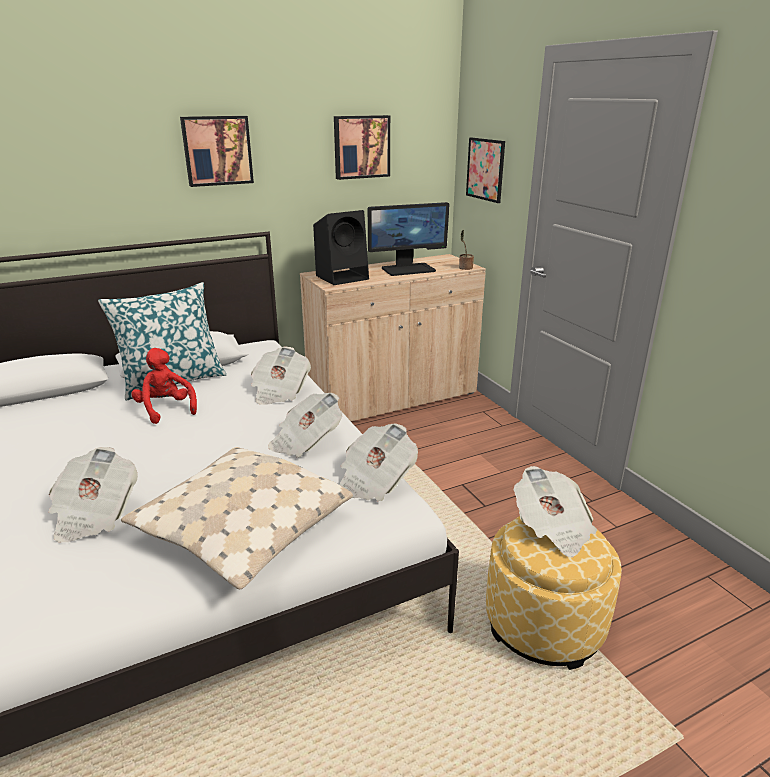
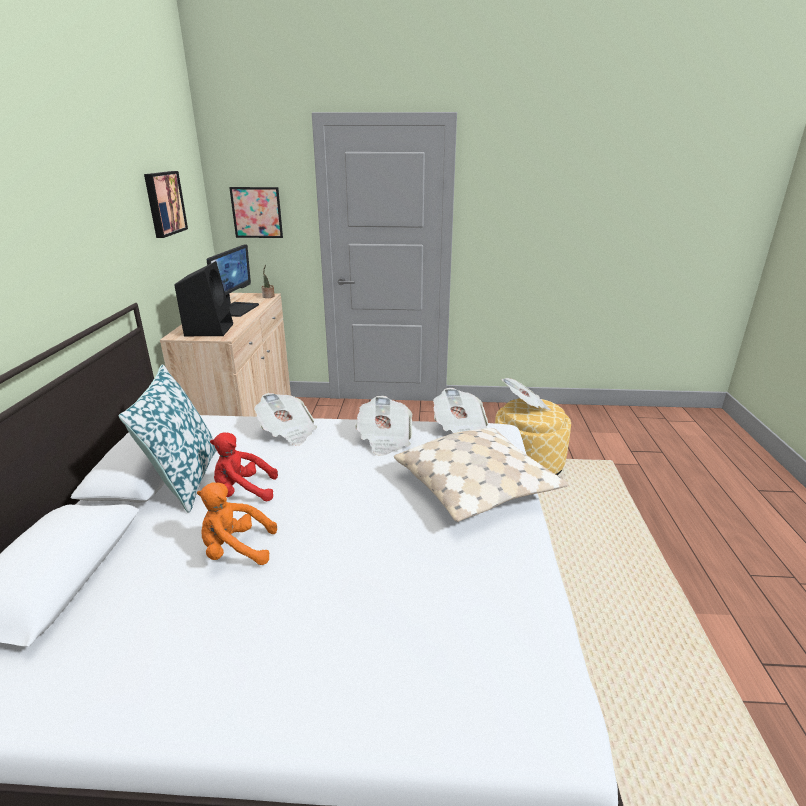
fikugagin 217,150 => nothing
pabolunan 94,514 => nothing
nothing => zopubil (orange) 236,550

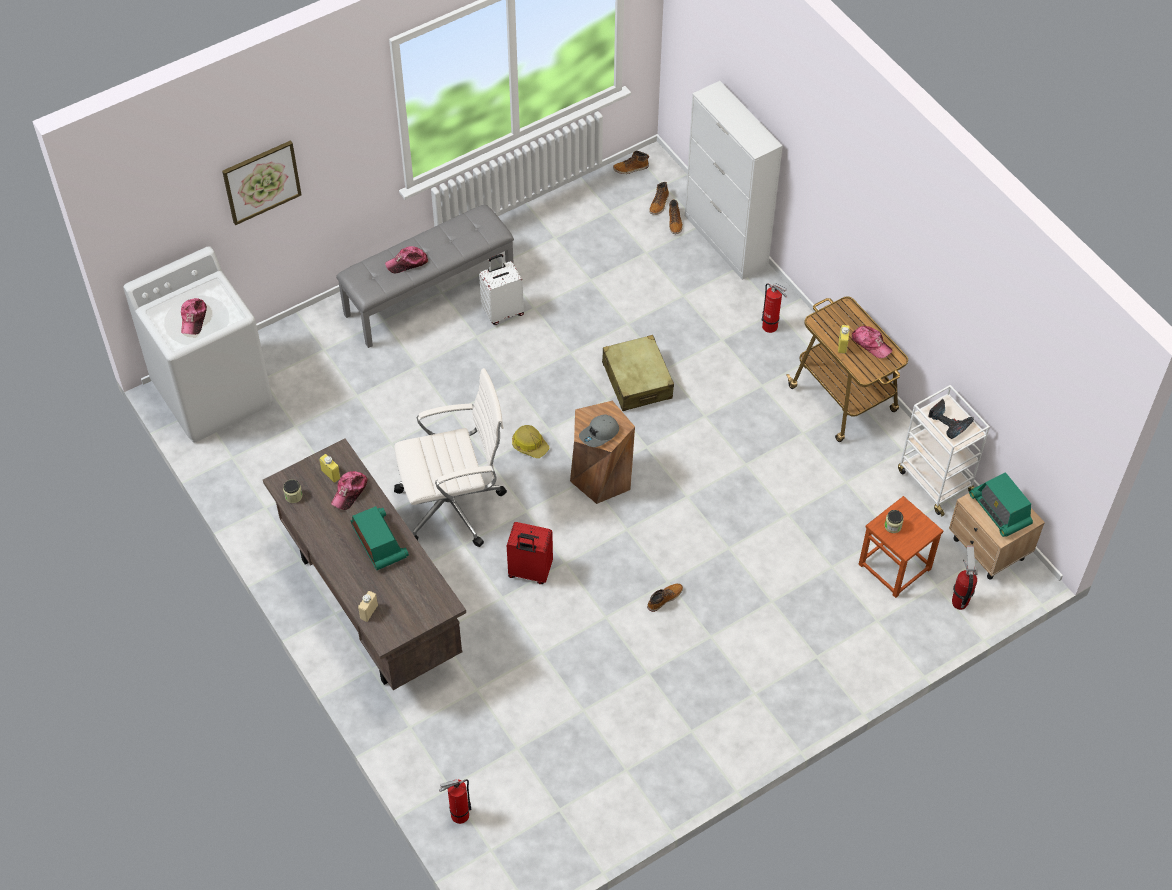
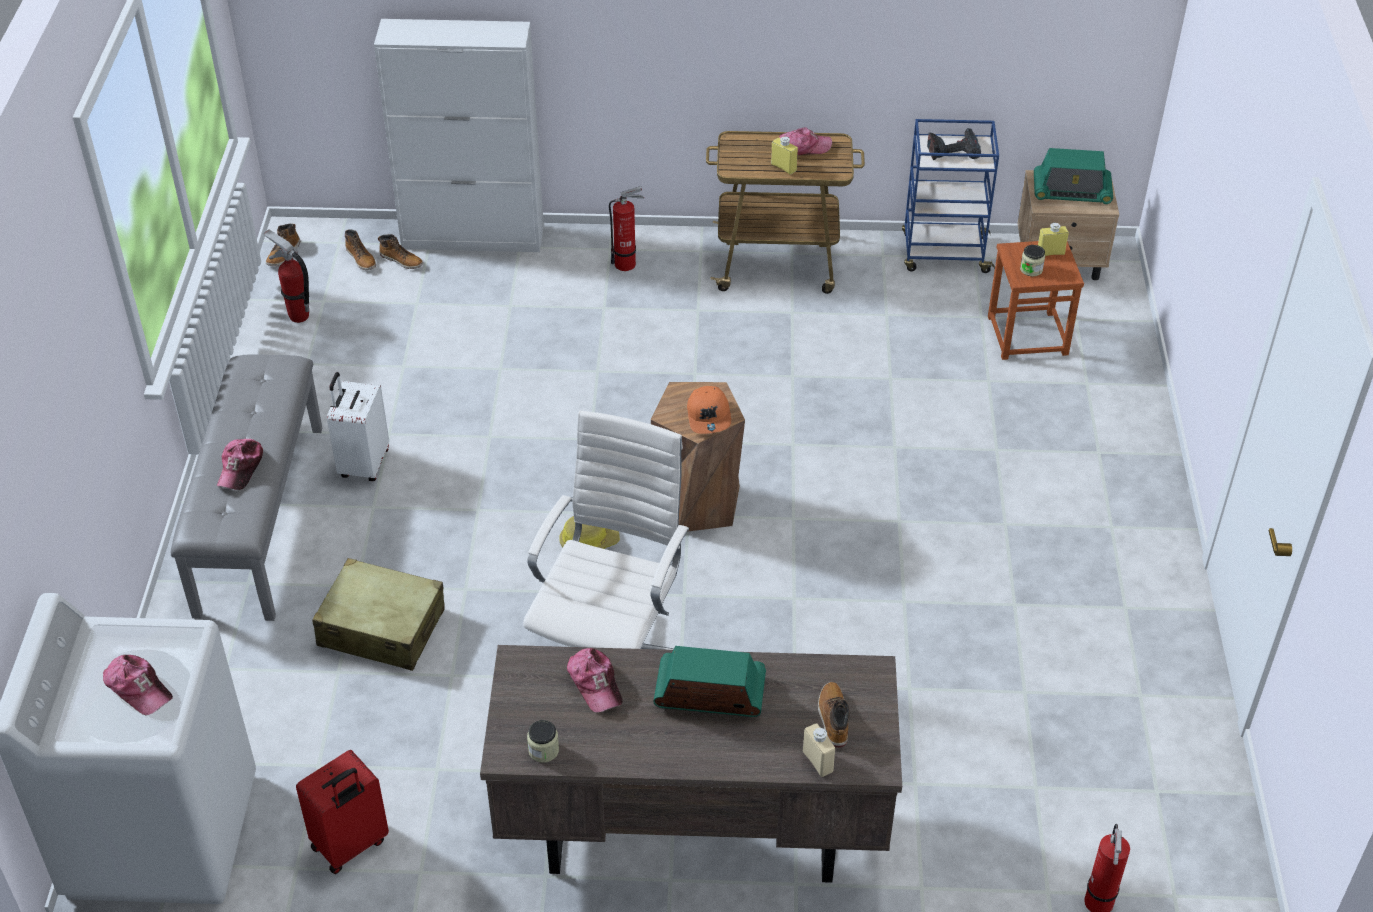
fikugagin 261,181 => nothing
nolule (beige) 637,380 => nolule (beige) 381,628, shifted
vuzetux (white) 935,481 => vuzetux (blue) 943,254
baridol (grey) 599,434 => baridol (orange) 709,416
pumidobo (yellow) 331,474 => pumidobo (yellow) 1050,253, shifted
nolule (red) 529,572 => nolule (red) 350,845, shifted
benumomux 959,602 => benumomux 298,316, shifted
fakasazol 664,598 => fakasazol 833,719, shifted

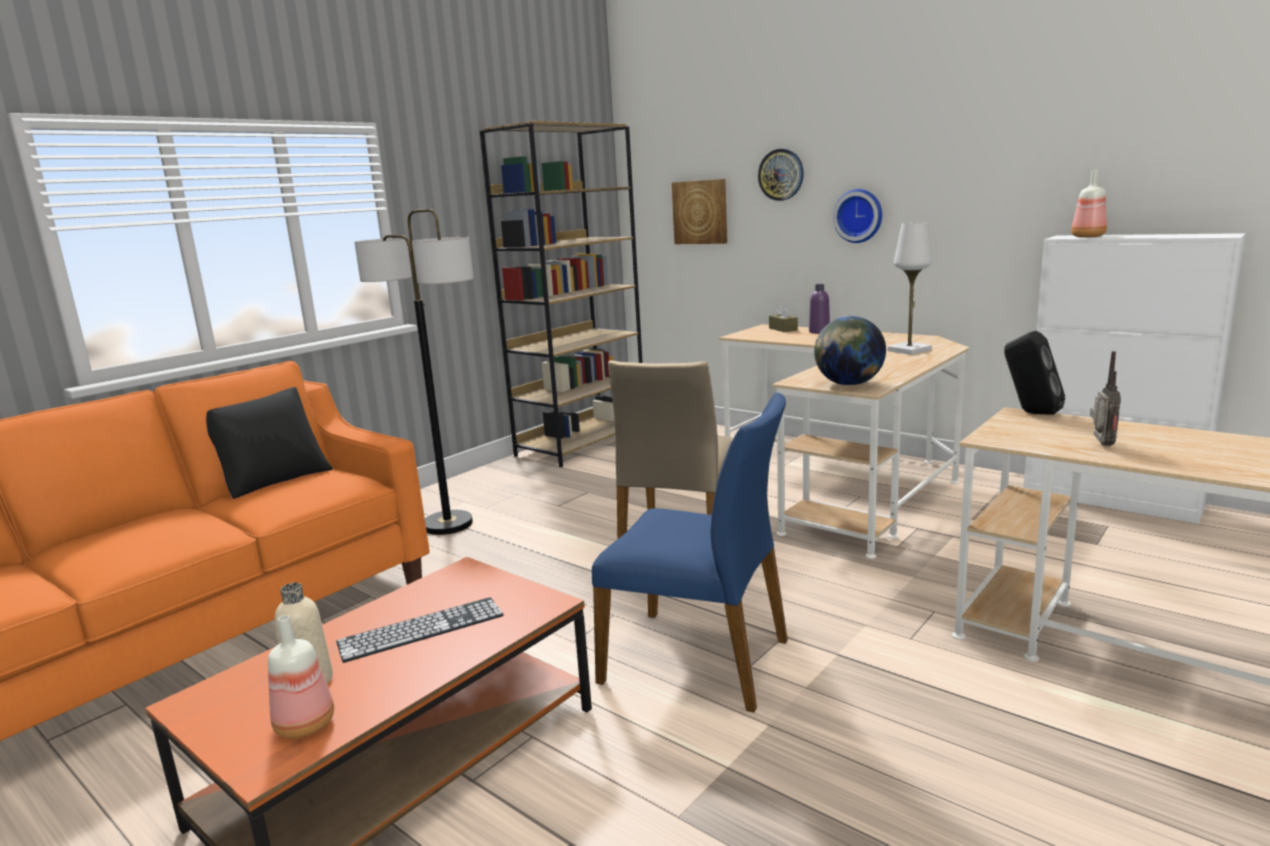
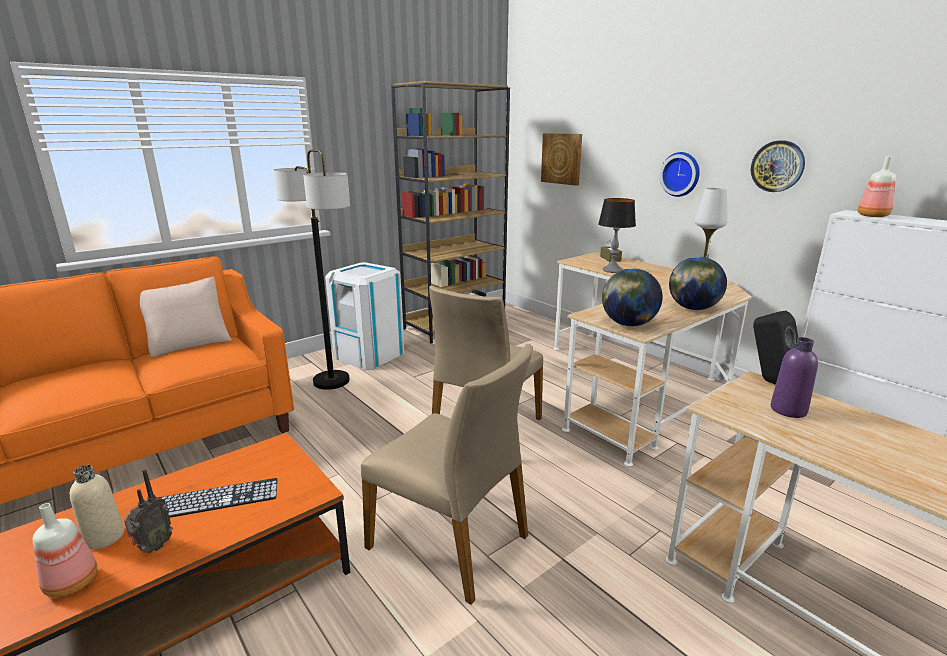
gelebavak 781,174 => gelebavak 777,166, shifted
pumidobo (purple) 819,332 => pumidobo (purple) 788,410, shifted
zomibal 1101,445 => zomibal 153,547, shifted
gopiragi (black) 273,478 => gopiragi (beige) 189,342
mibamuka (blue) 698,659 => mibamuka (beige) 450,541
nothing => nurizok 612,270
nothing => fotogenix 693,308
nothing => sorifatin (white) 369,354

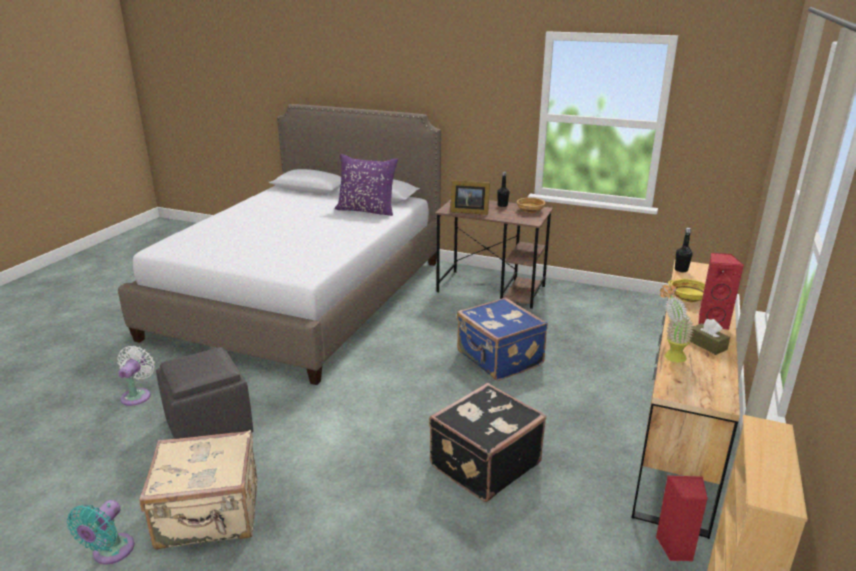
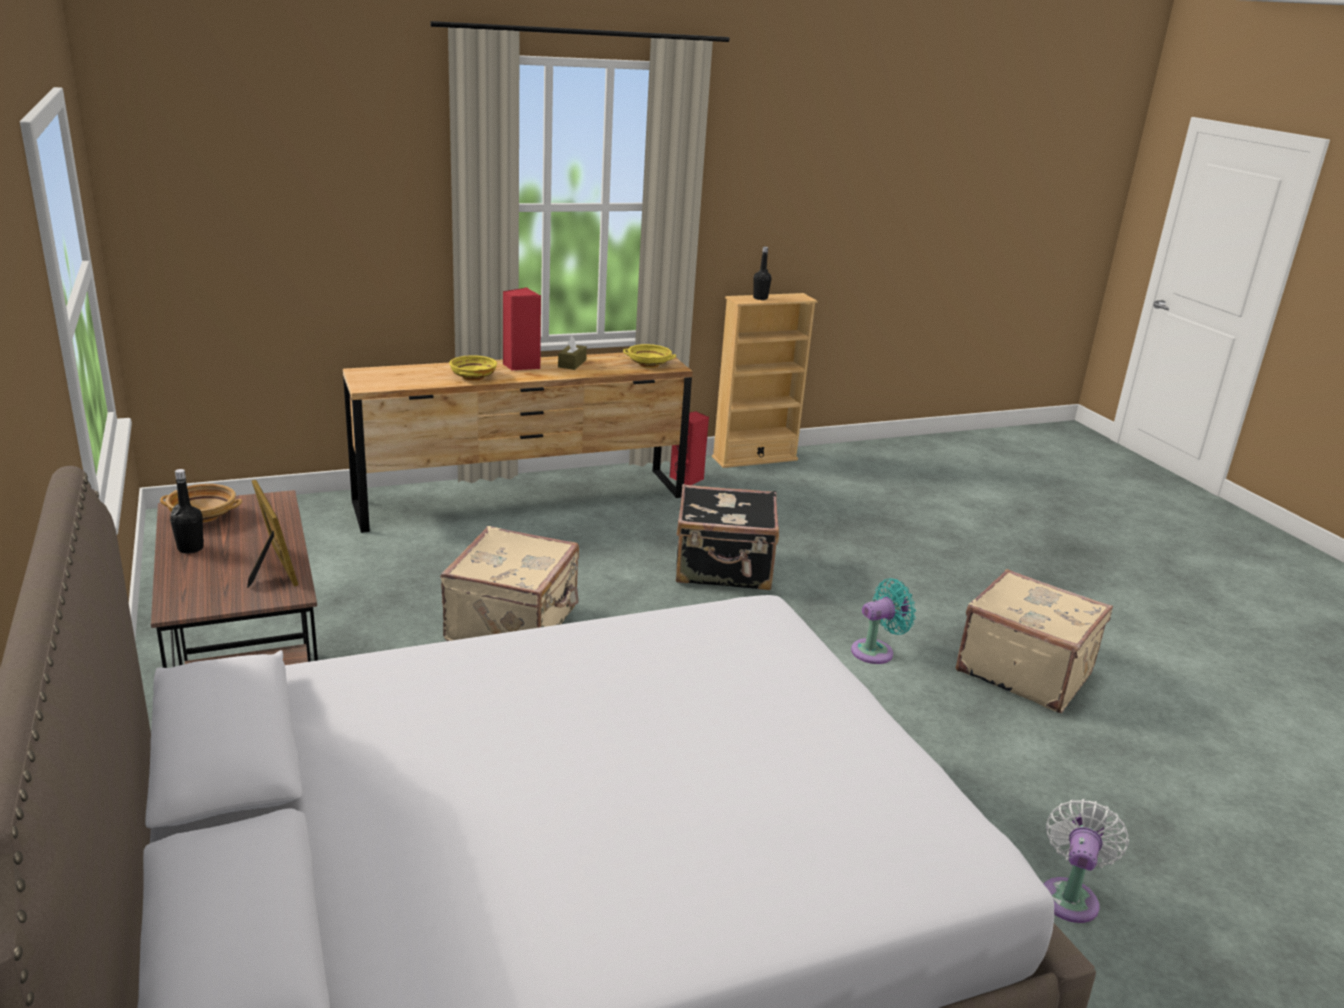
gopiragi (purple) 367,210 => nothing
pumidobo (black) 681,270 => pumidobo (black) 760,298, shifted
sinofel 669,355 => nothing
nolule (blue) 498,359 => nolule (beige) 514,625
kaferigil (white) 137,395 => kaferigil (white) 1070,896, 150 degrees clockwise
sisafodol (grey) 210,426 => nothing
kaferigil (turquoise) 110,552 => kaferigil (turquoise) 876,651, shifted
nothing => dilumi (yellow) 648,364

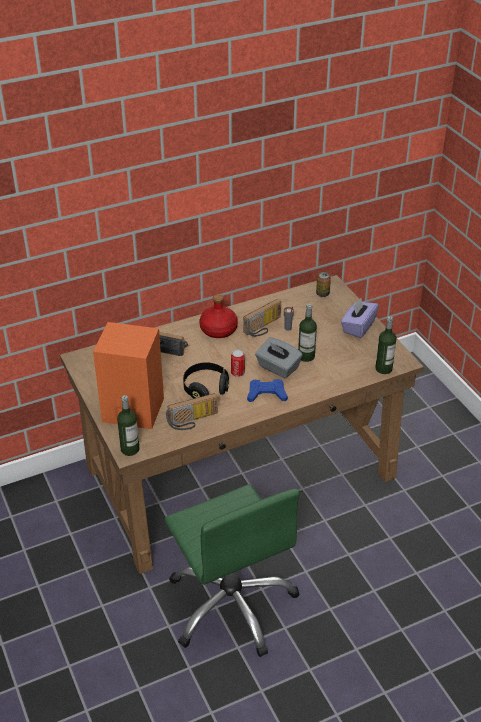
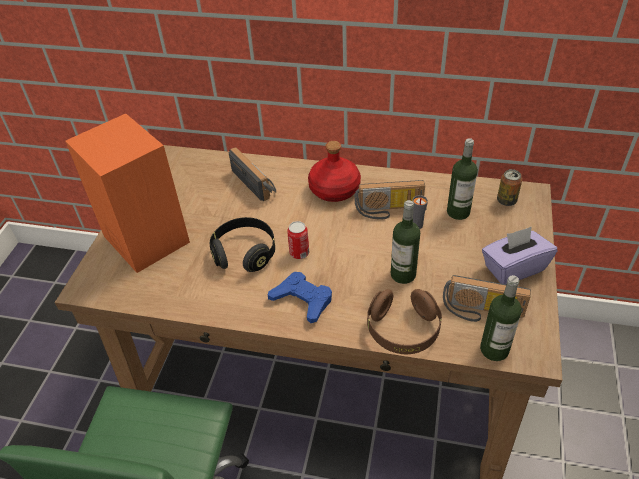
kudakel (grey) 278,368 => nothing
zomibal 193,421 => zomibal 481,312, shifted
pumidobo 130,449 => pumidobo 458,212, shifted
nothing => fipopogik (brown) 403,330

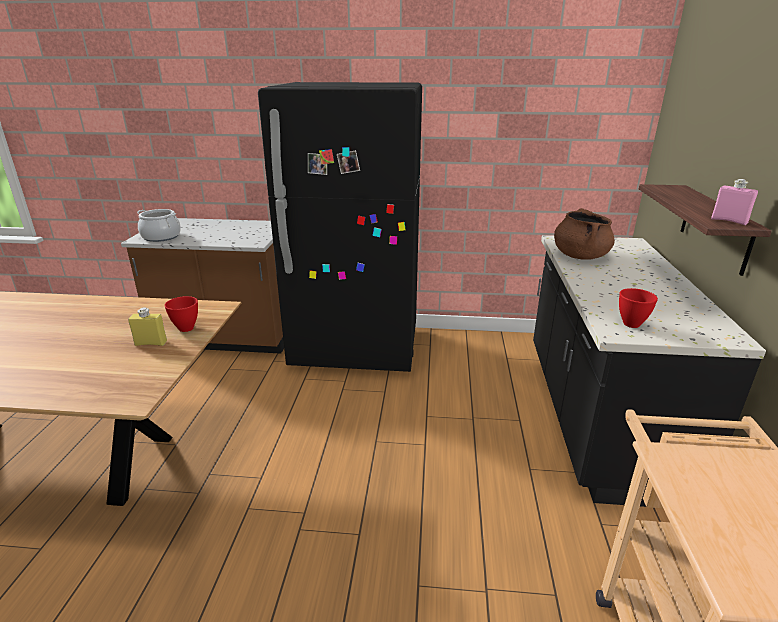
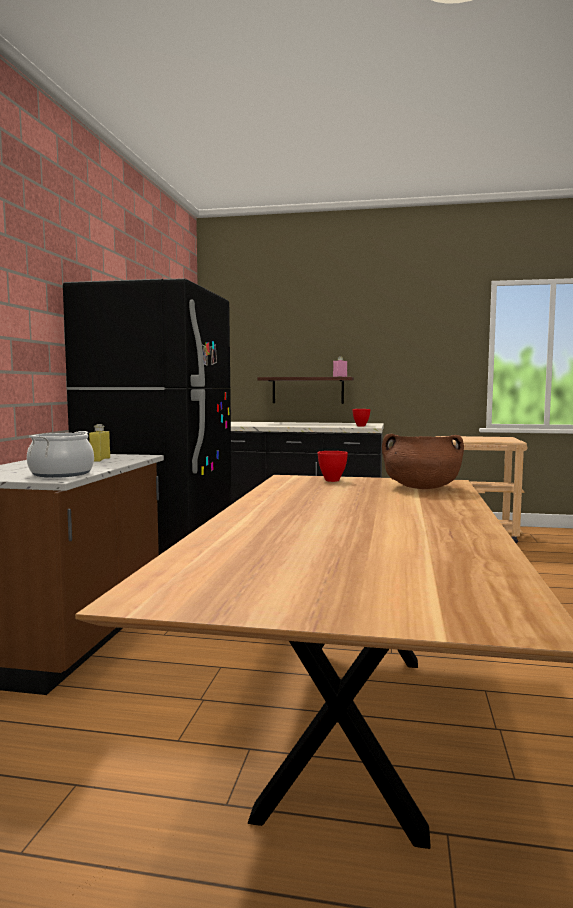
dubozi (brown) 580,256 => dubozi (brown) 421,488, shifted
pumidobo (yellow) 151,343 => pumidobo (yellow) 100,460, shifted

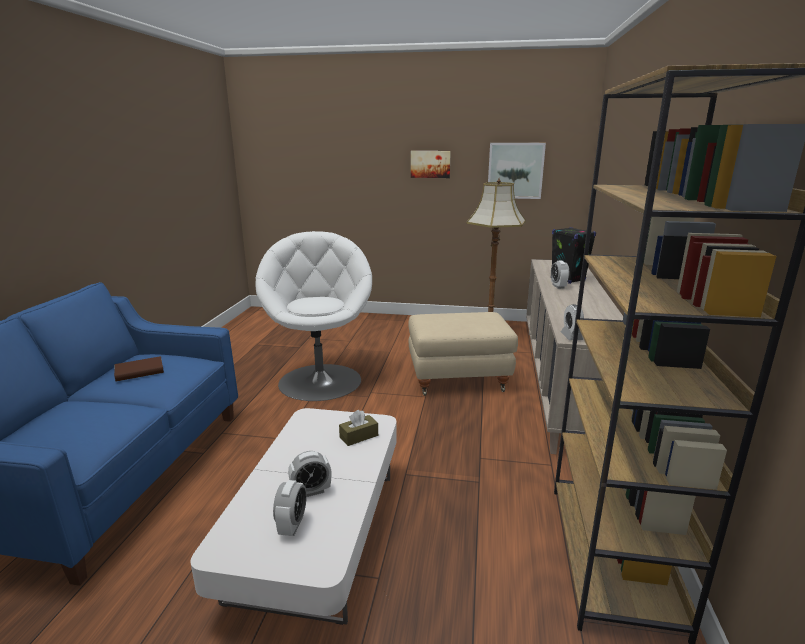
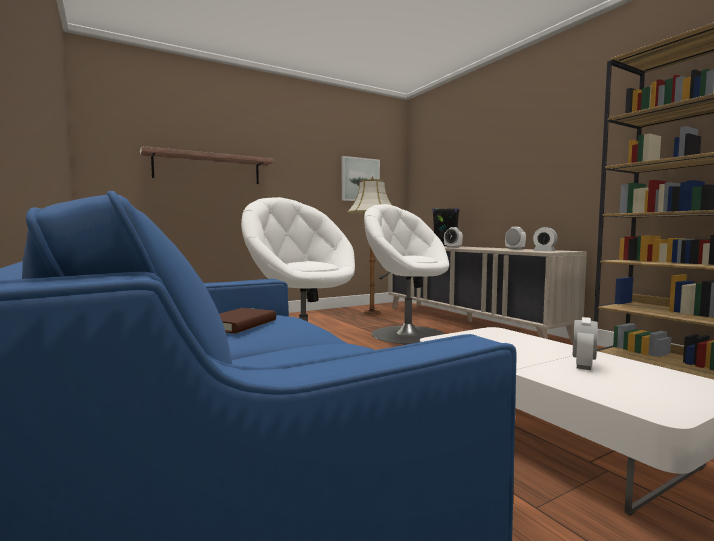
fikugagin 430,164 => nothing
sisafodol (beige) 458,378 => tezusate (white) 407,334
kudakel (brown) 359,436 => nothing
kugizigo 292,525 => kugizigo 514,249, shifted
nothing => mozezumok 208,168

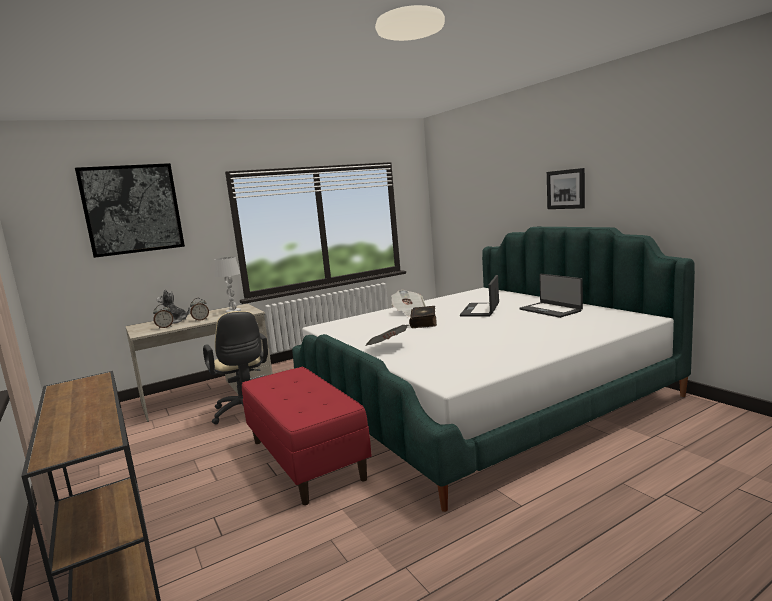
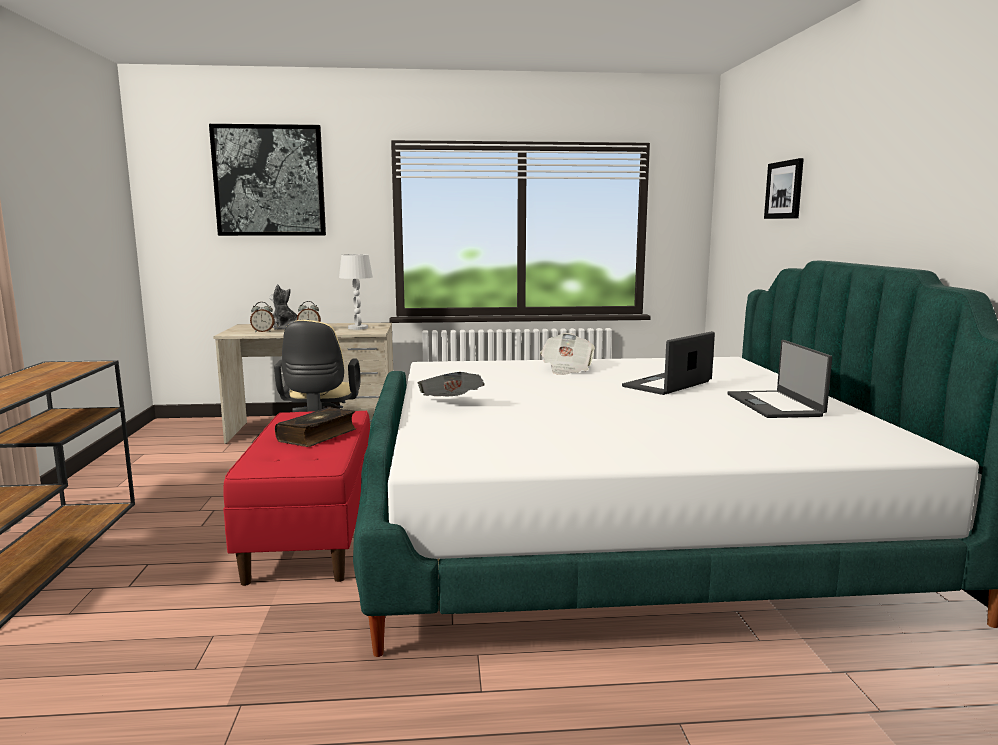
fikugagin 566,189 => fikugagin 785,190, shifted
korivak 424,322 => korivak 318,435, shifted

